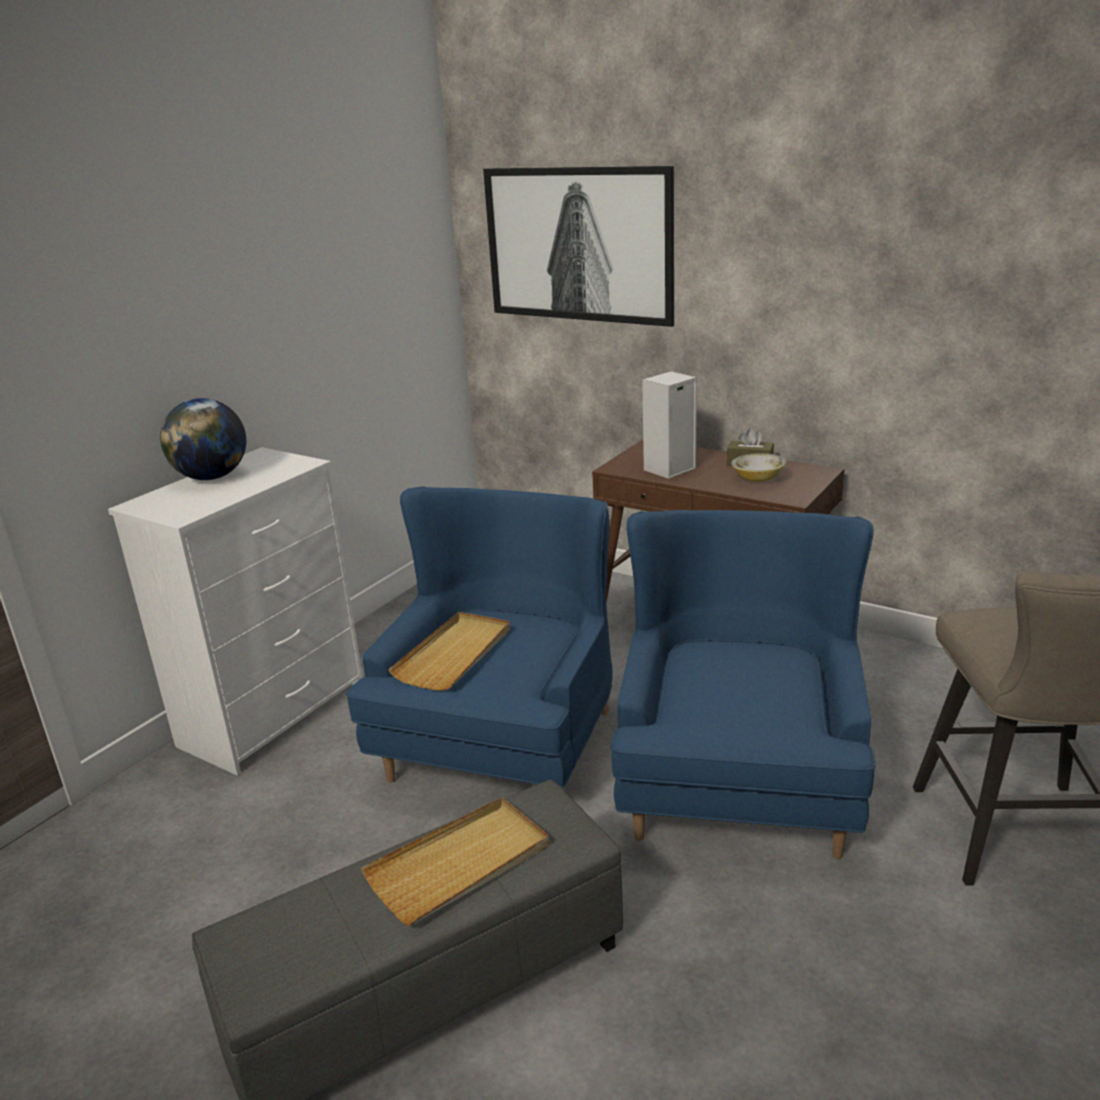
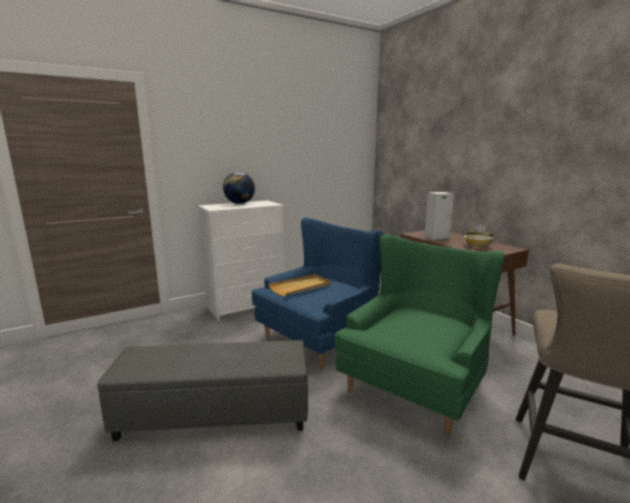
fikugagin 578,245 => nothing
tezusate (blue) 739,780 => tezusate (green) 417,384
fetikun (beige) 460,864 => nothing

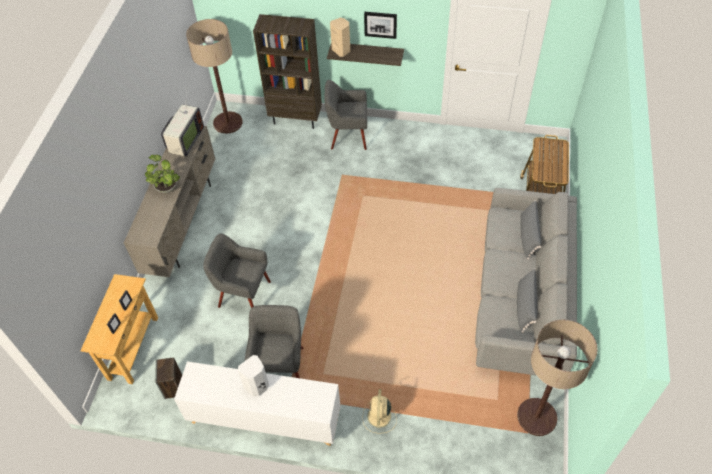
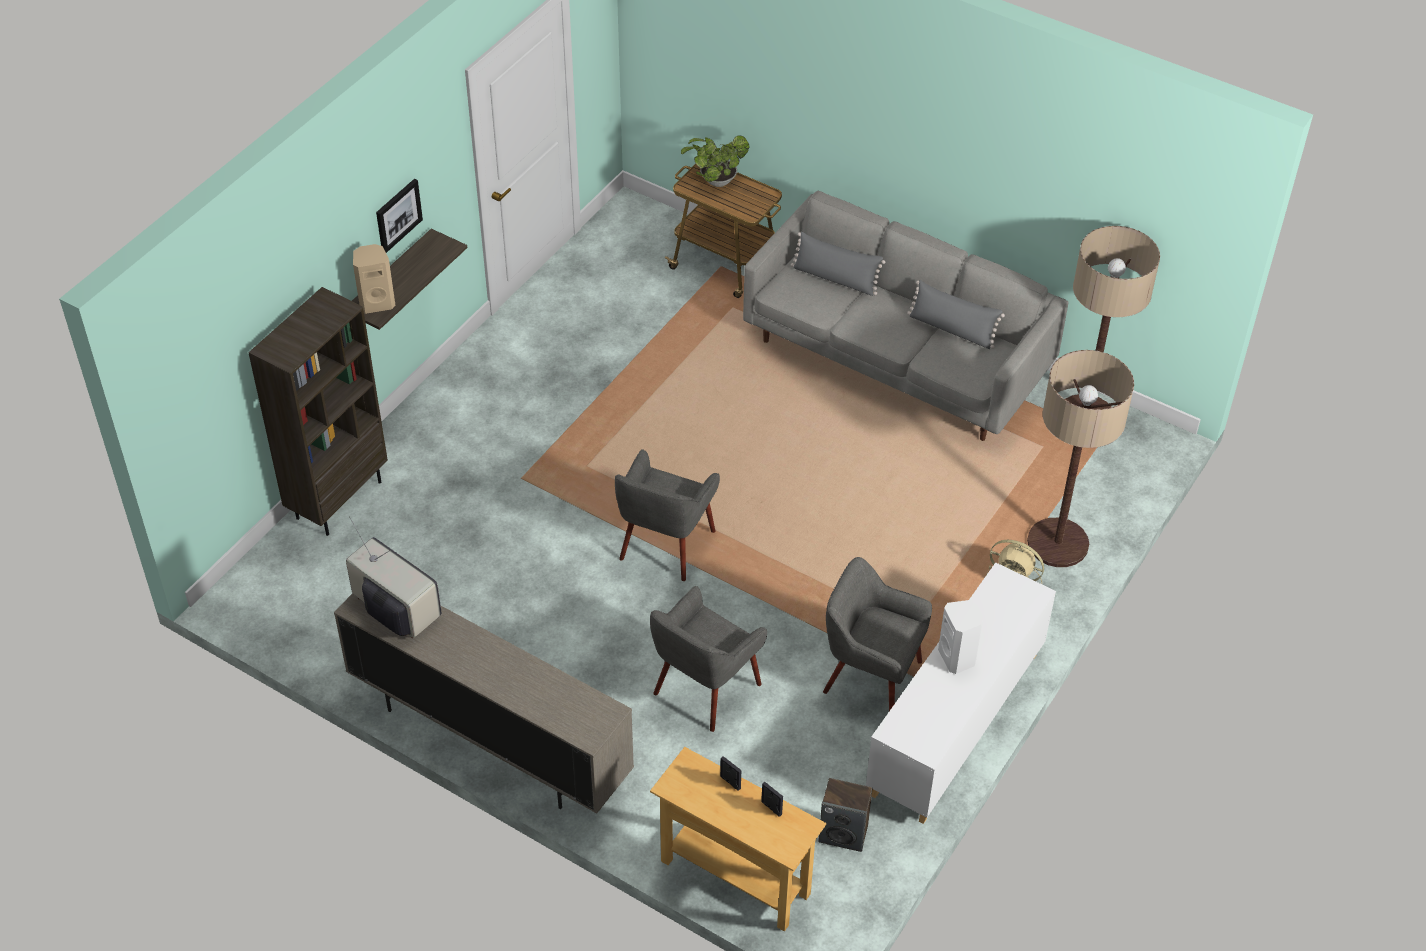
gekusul 228,123 => gekusul 1058,543, shifted
tezusate (grey) 348,136 => tezusate (grey) 665,545, shifted
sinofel 166,187 => sinofel 715,181, shifted

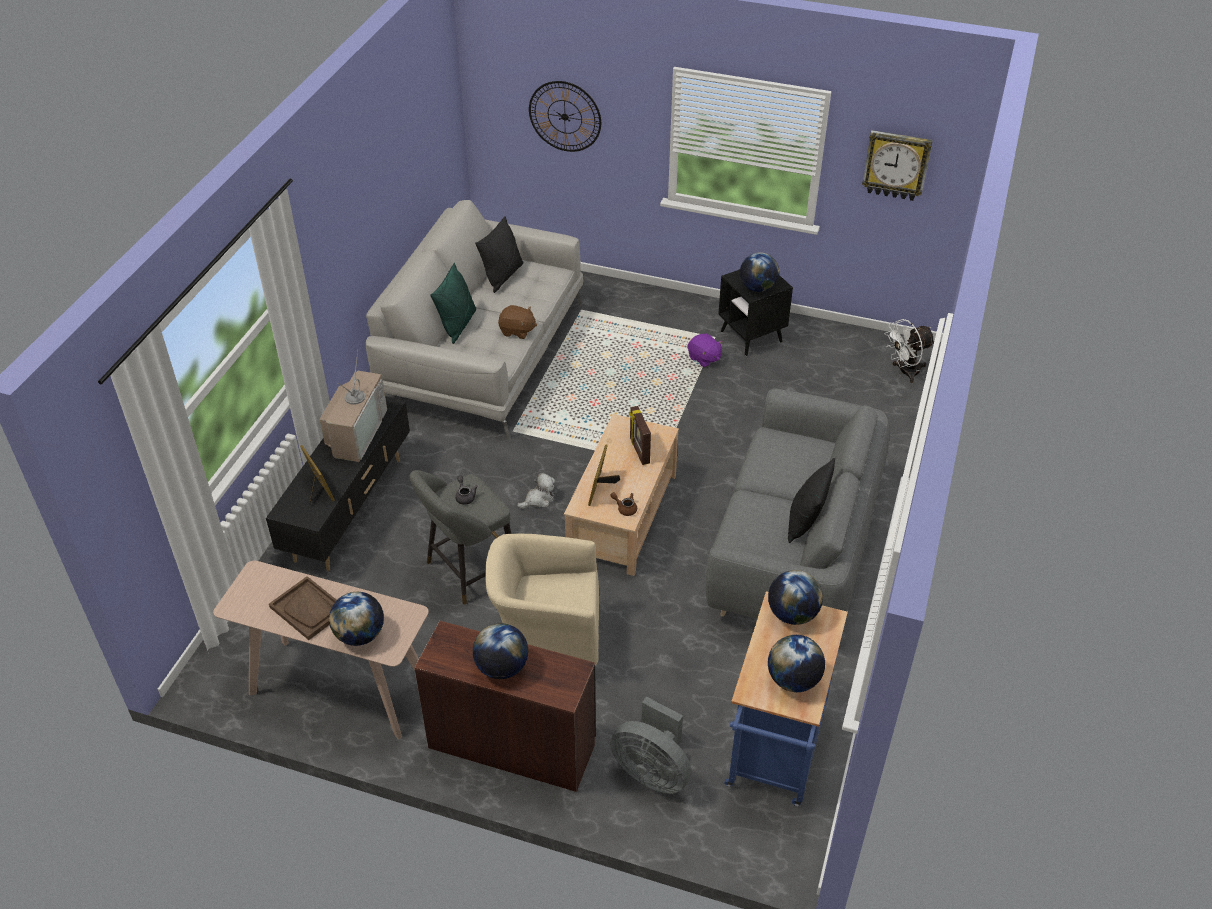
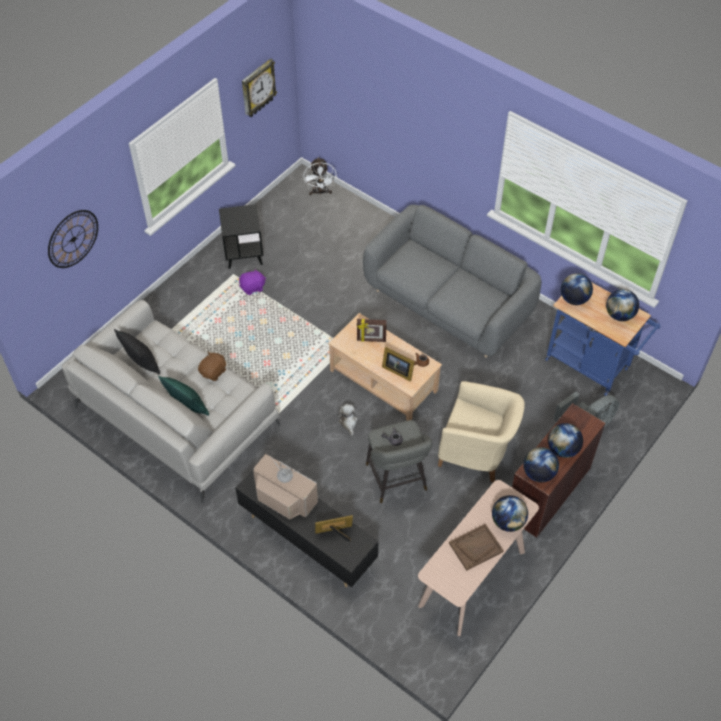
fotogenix 757,288 => fotogenix 538,473, shifted
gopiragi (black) 805,522 => nothing
tezusate (beige) 547,645 => tezusate (beige) 477,452, 90 degrees counterclockwise

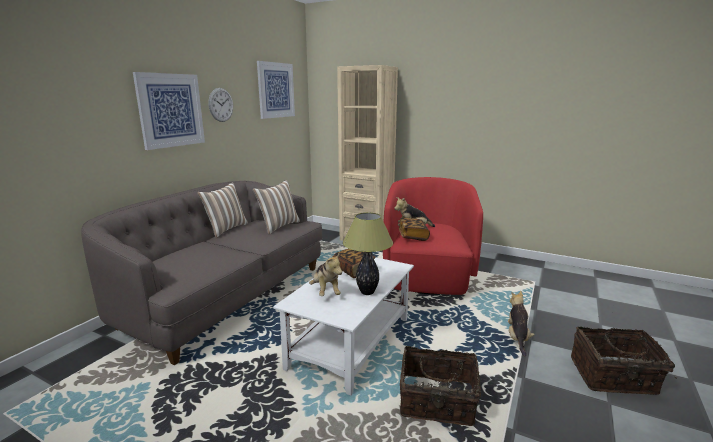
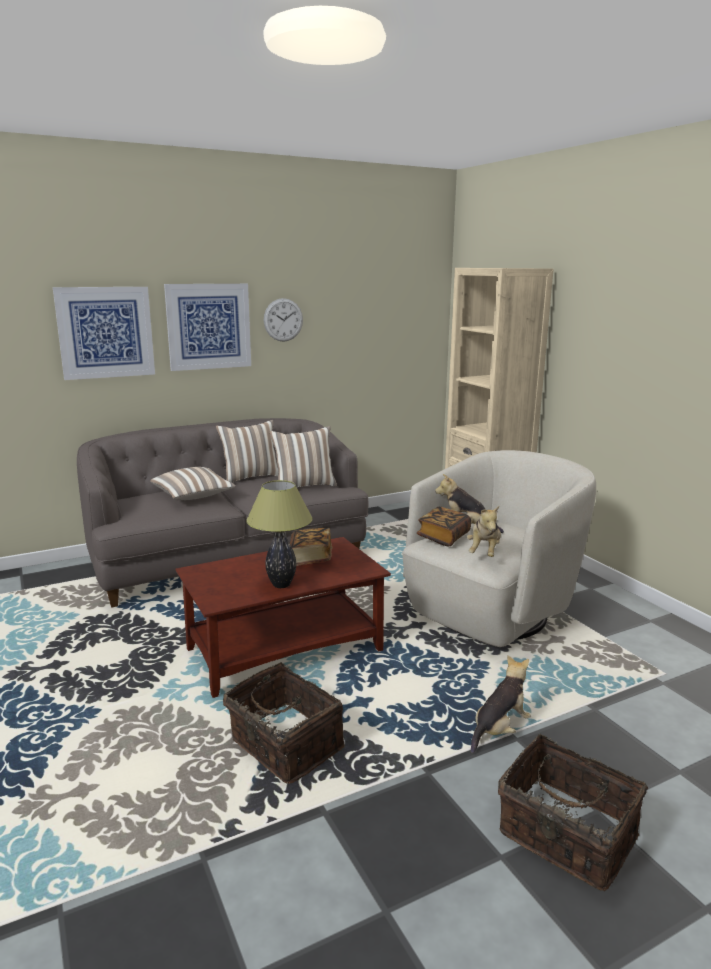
fikugagin 276,90 => fikugagin 105,332, shifted
tezusate (red) 428,278 => tezusate (beige) 492,612
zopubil 325,291 => zopubil 484,552, shifted
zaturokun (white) 351,342 => zaturokun (brown) 286,649
nothing => gopiragi 193,496

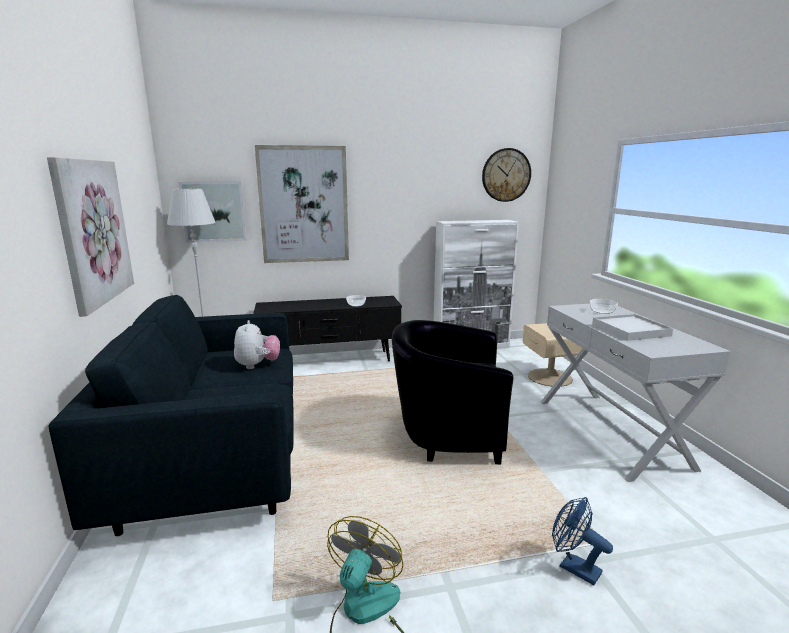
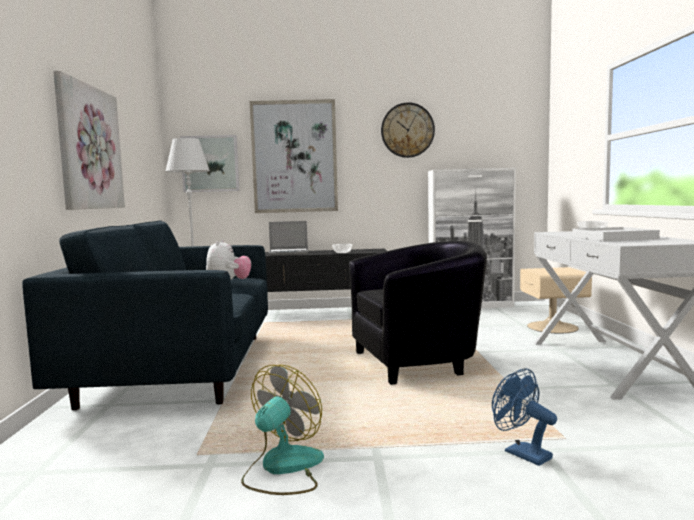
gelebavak 506,175 => gelebavak 407,130, shifted
tezusate (black) 447,434 => tezusate (black) 418,362, 150 degrees clockwise
nothing => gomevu 289,253

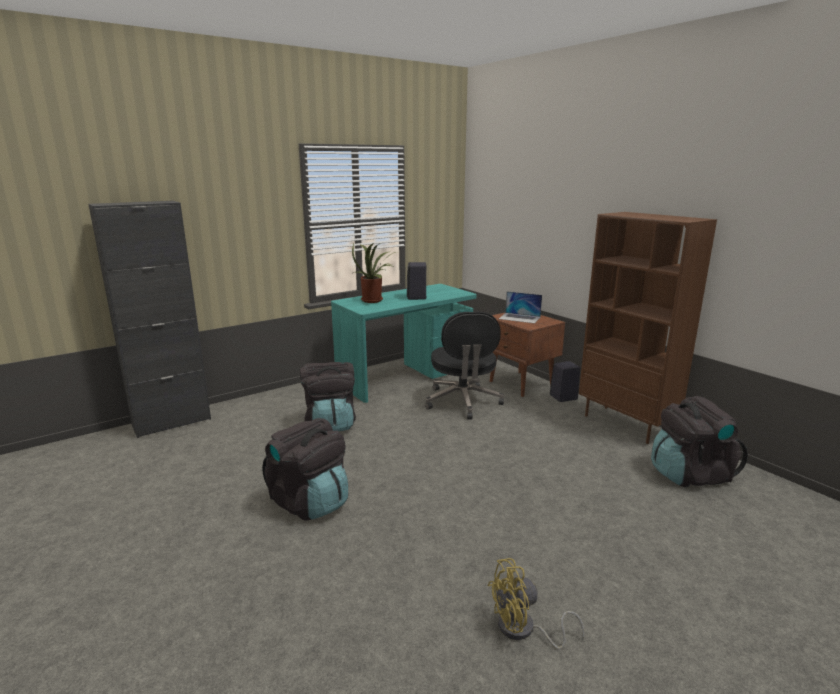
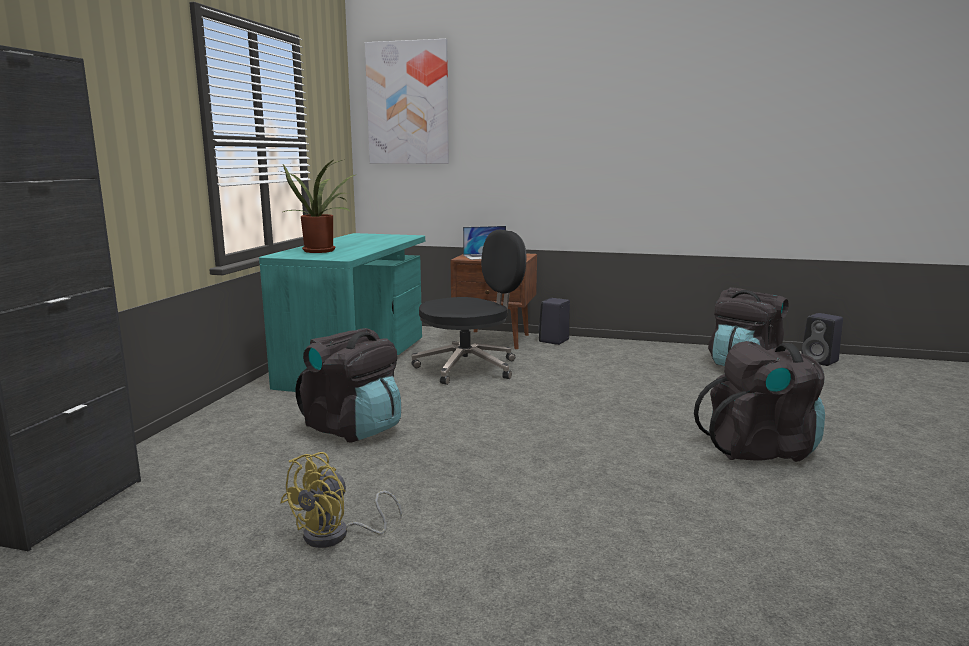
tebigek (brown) 626,424 => nothing
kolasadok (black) 417,297 => kolasadok (black) 820,361, shifted
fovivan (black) 463,402 => fovivan (black) 469,367, 75 degrees counterclockwise
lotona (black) 310,502 => lotona (black) 760,449, shifted
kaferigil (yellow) 523,630 => kaferigil (yellow) 336,536, shifted
nothing => fikugagin 408,103

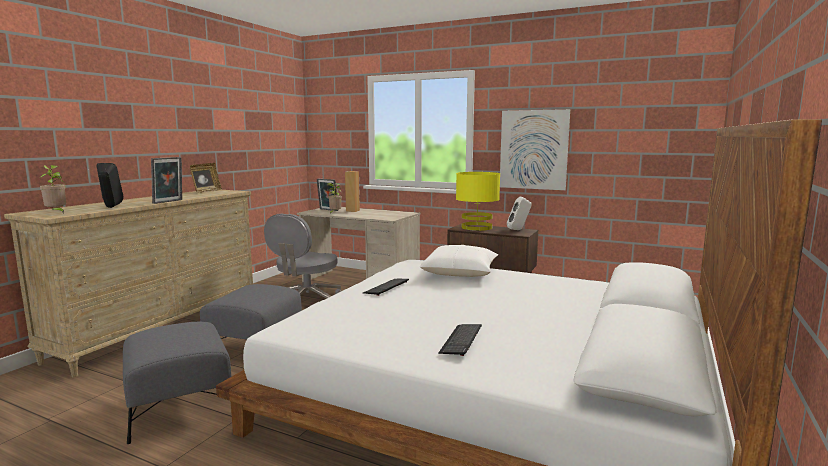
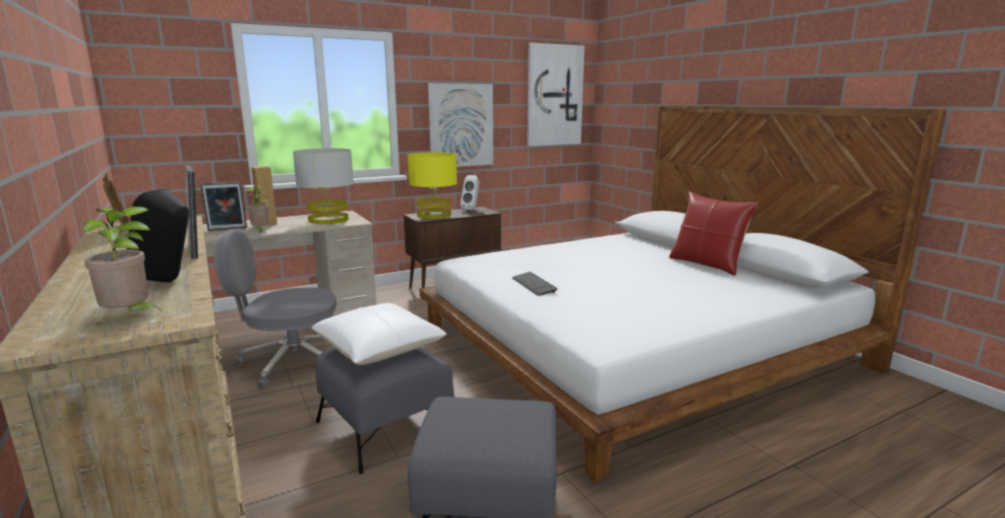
fovivan (grey) 306,301 => fovivan (grey) 290,362, 120 degrees clockwise
gopiragi (white) 460,272 => gopiragi (white) 379,347, shifted
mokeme 461,340 => nothing
nothing => fikugagin 554,95
nothing => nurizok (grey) 328,220
nothing => gopiragi (red) 707,264

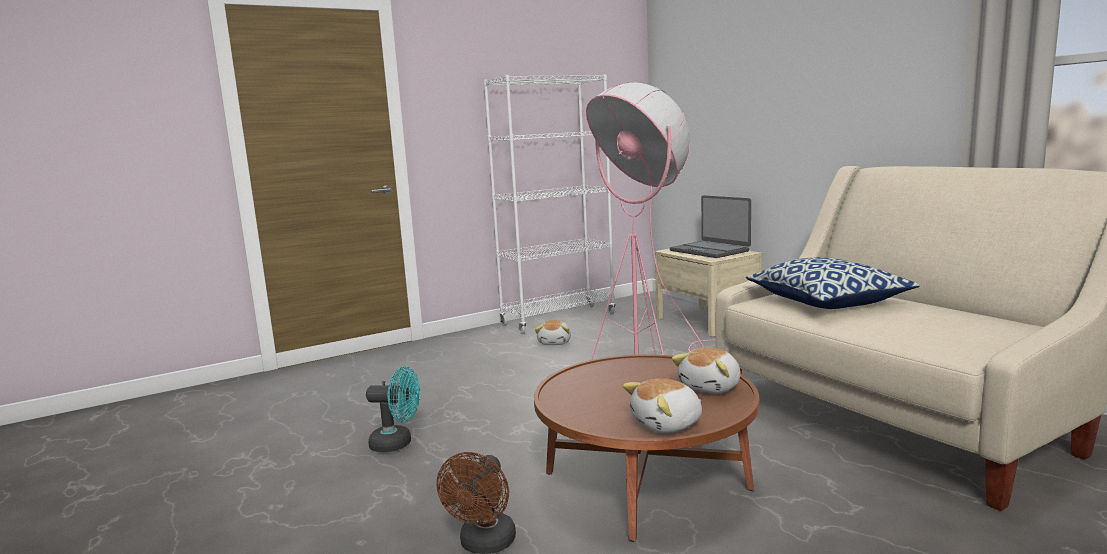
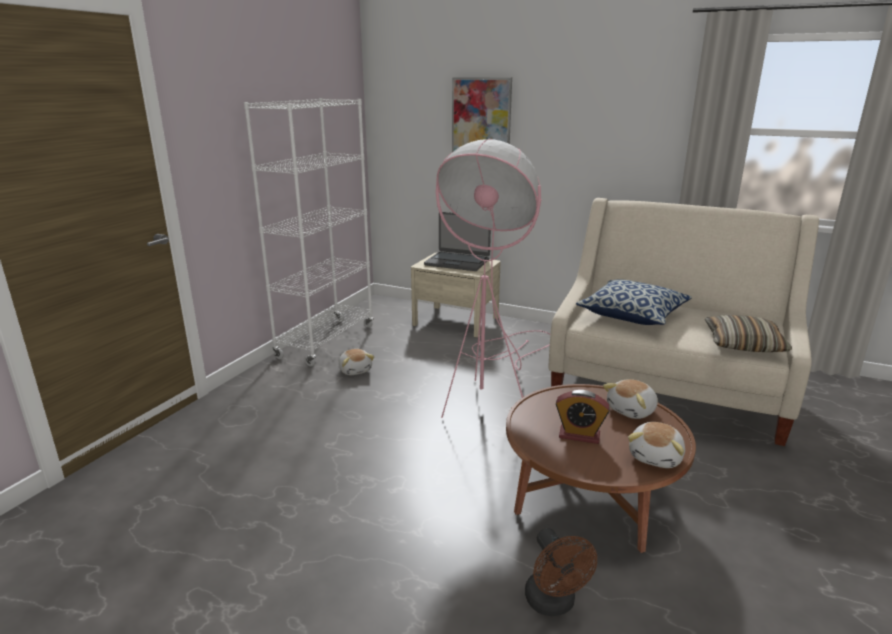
zopubil 711,387 => zopubil 632,410, 45 degrees clockwise
kaferigil (turquoise) 397,443 => nothing
nothing => fikugagin 481,120
nothing => gopiragi 743,344
nothing => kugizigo 579,435

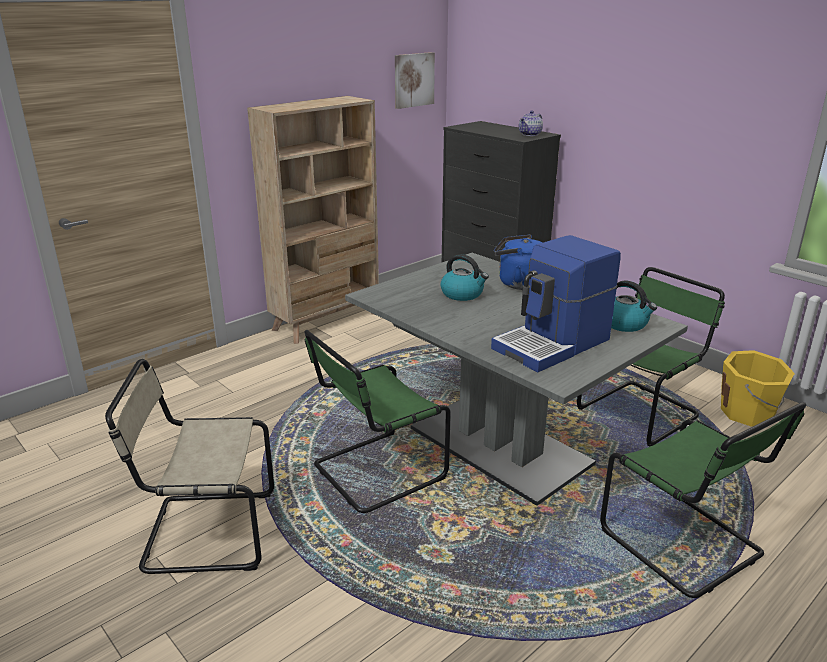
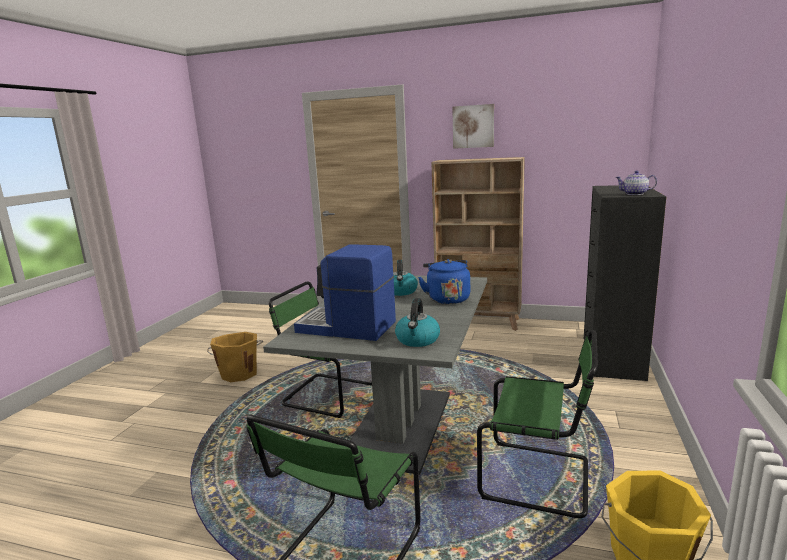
fikugagin 413,80 => fikugagin 473,126, shifted
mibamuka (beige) 205,532 => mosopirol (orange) 239,373

